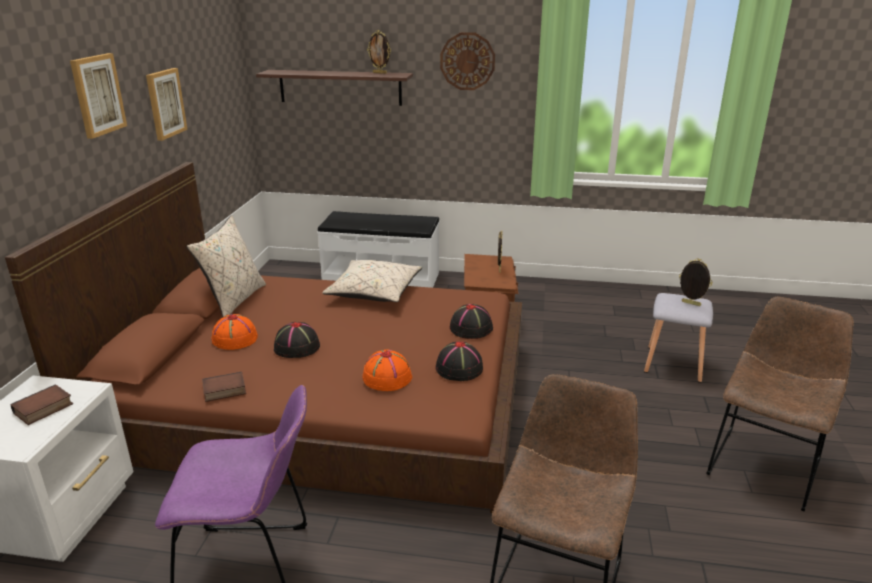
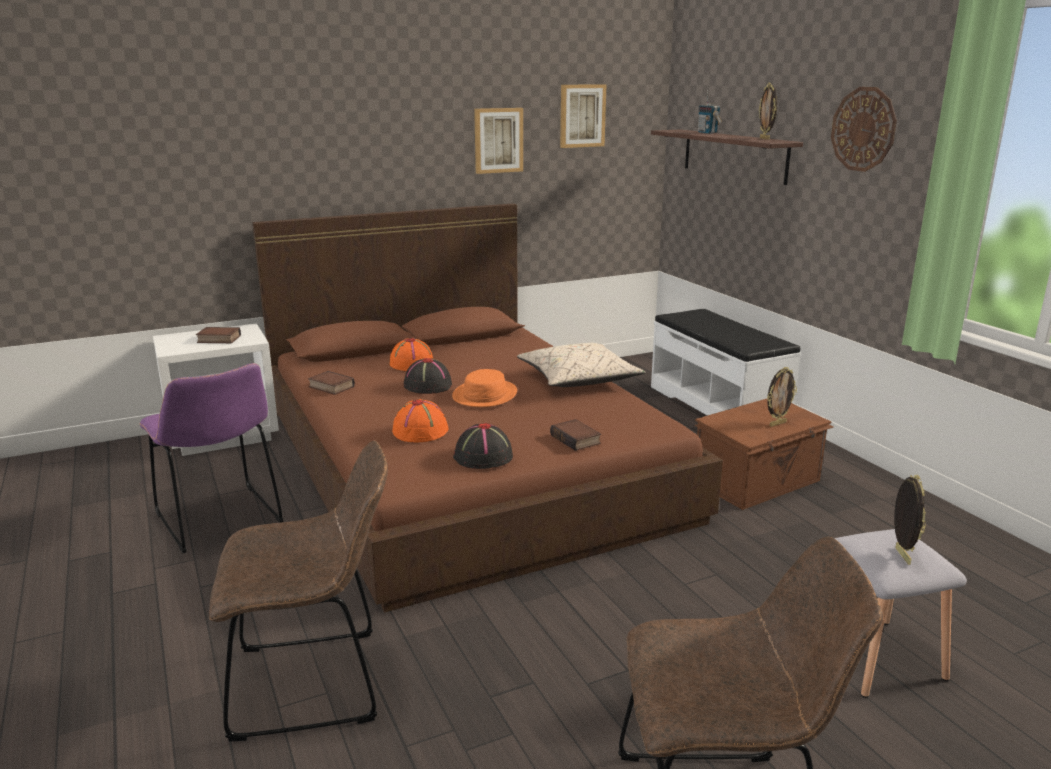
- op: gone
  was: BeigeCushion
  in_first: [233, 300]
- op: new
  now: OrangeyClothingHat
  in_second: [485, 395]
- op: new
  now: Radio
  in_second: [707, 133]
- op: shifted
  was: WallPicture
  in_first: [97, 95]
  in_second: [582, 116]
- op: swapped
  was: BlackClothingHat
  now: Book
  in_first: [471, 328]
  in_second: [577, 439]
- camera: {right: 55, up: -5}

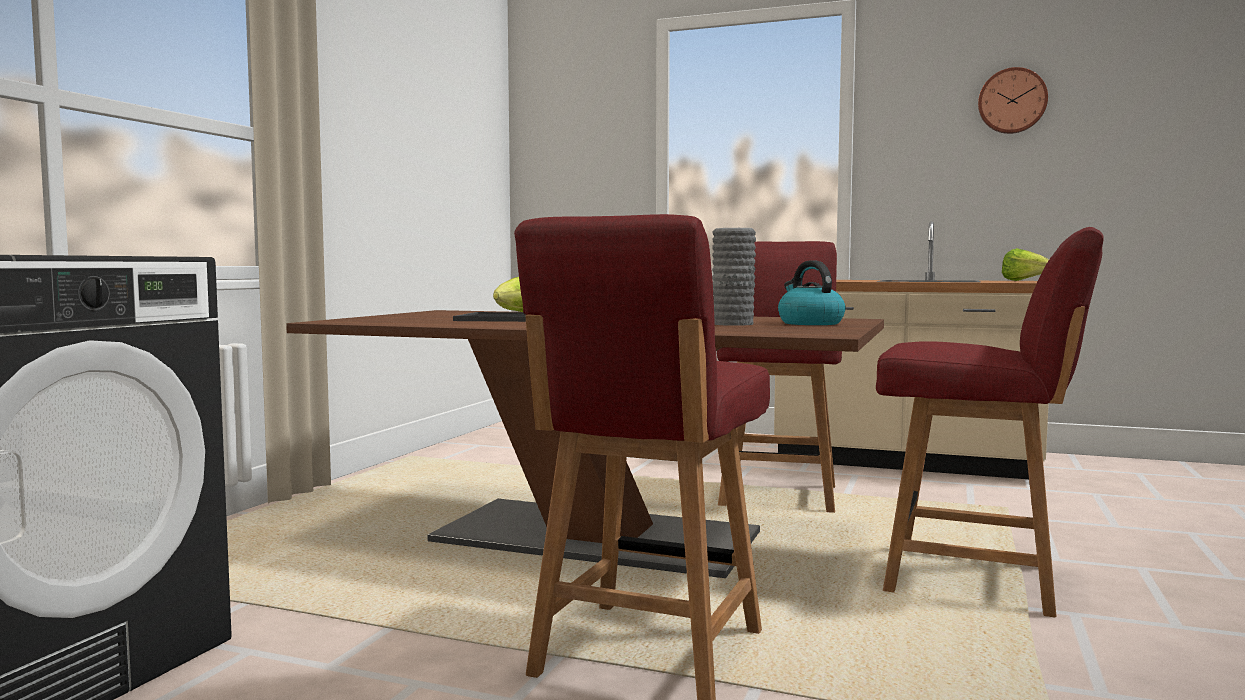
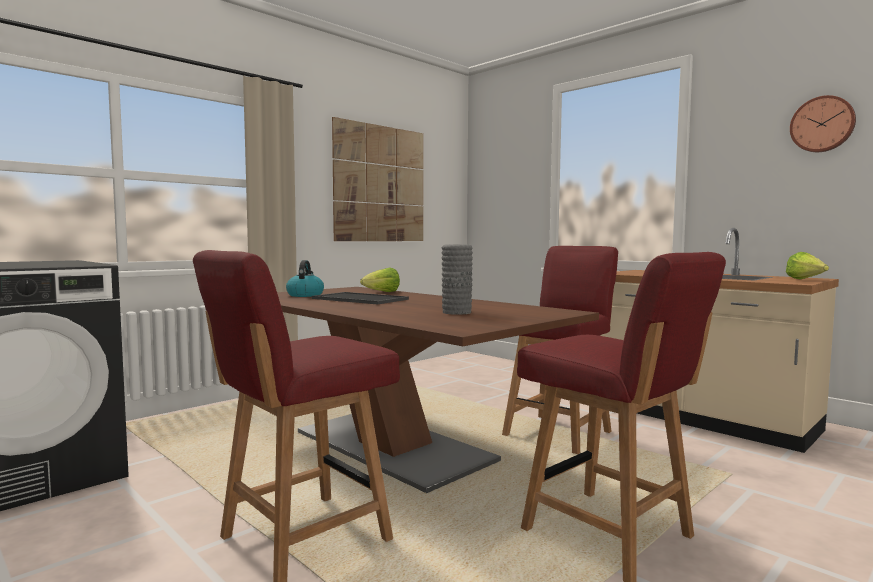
- op: new
  now: WallPicture
  in_second: [380, 184]
- op: shifted
  was: WaterKettle
  in_first: [809, 323]
  in_second: [305, 295]
- camera: {right: 25, up: 0}

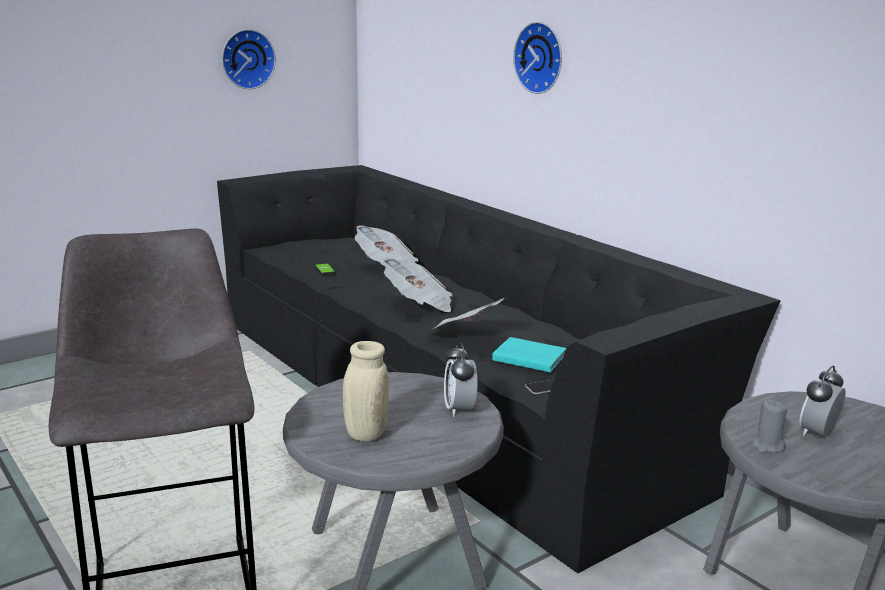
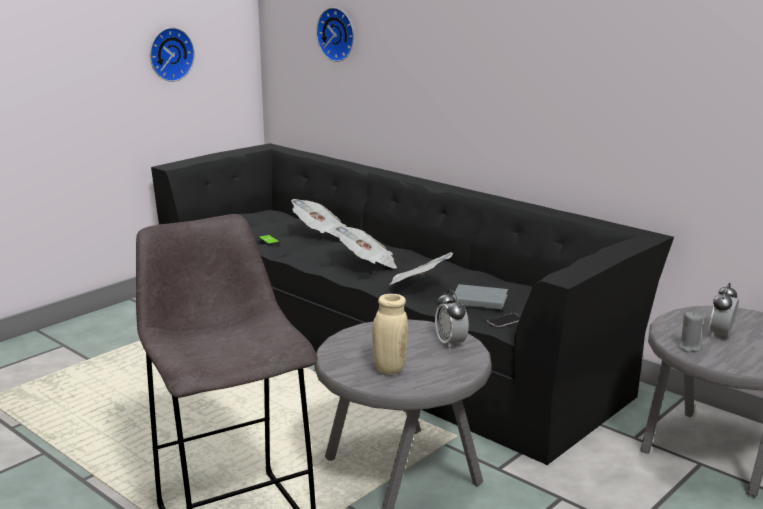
- op: shifted
  was: HangingClock
  in_first: [541, 57]
  in_second: [338, 34]
- op: repainted
  was: TurquoiseColouredBook
  now: GrayBook
  in_first: [528, 357]
  in_second: [478, 299]
- camera: {right: -10, up: 0}

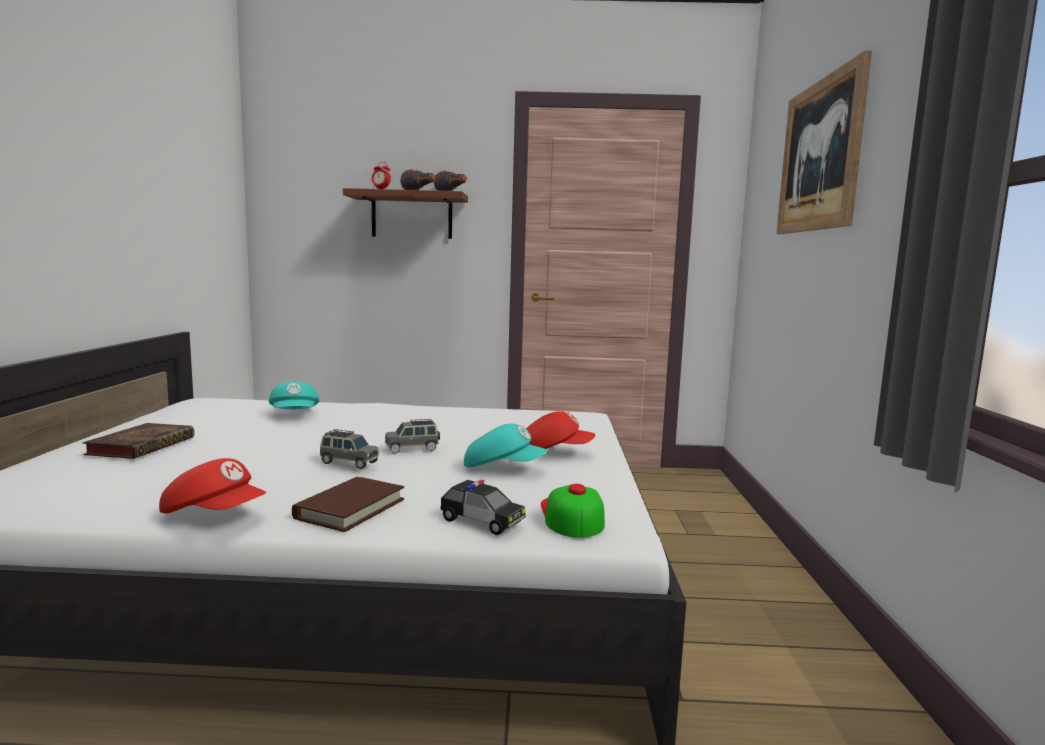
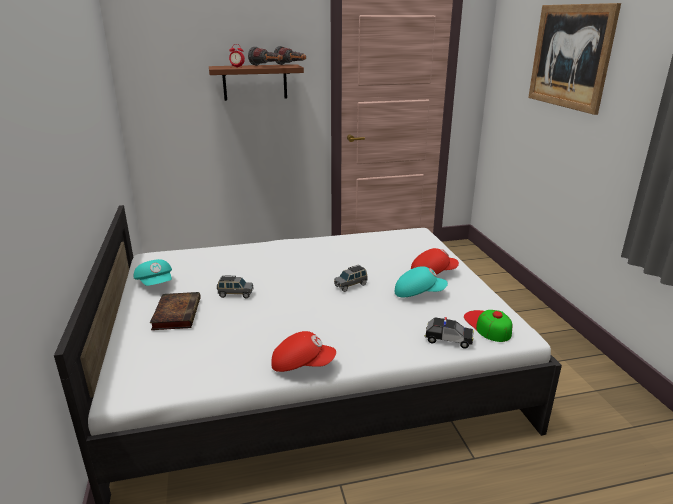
- op: gone
  was: BrownBook
  in_first: [350, 509]
- op: shifted
  was: TurquoiseColouredPeakedCap
  in_first: [295, 415]
  in_second: [156, 283]
- op: shifted
  was: GrayMiniatureCar
  in_first: [348, 463]
  in_second: [235, 294]
- camera: {right: -15, up: 15}

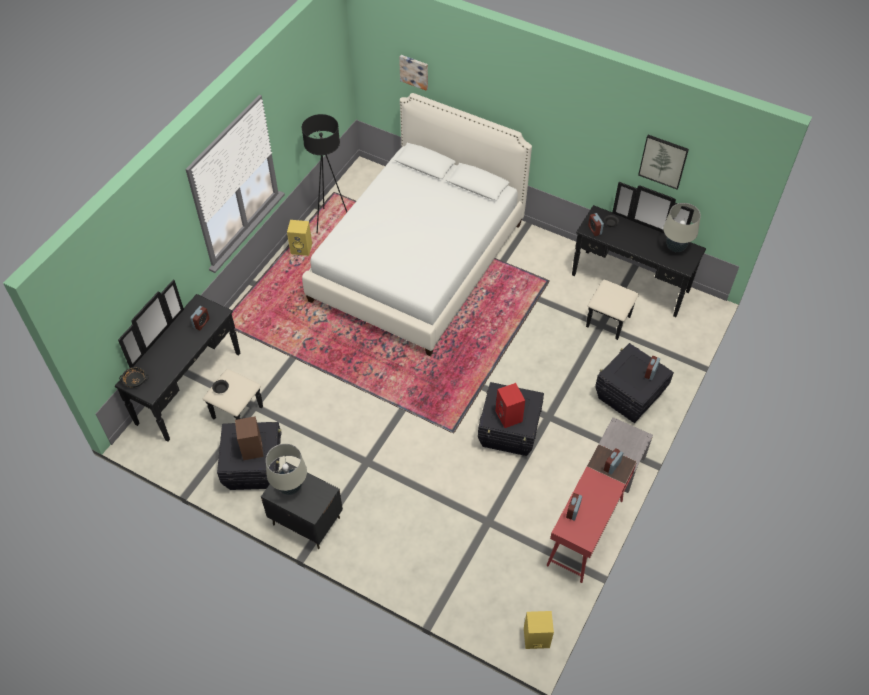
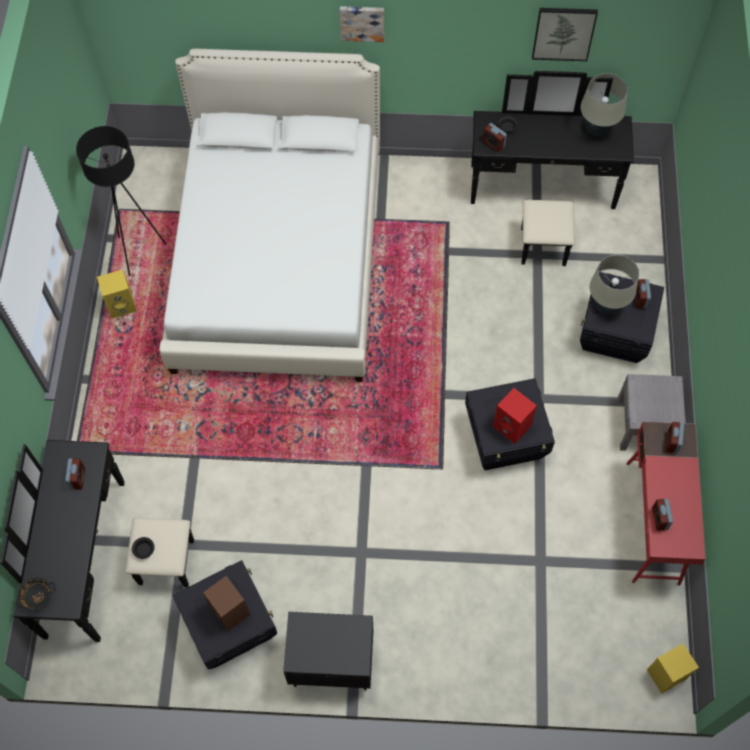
- op: shifted
  was: BeigeTableLamp
  in_first: [290, 487]
  in_second: [607, 305]
- op: shifted
  was: WallPicture
  in_first: [414, 71]
  in_second: [362, 22]
- camera: {right: -25, up: 10}

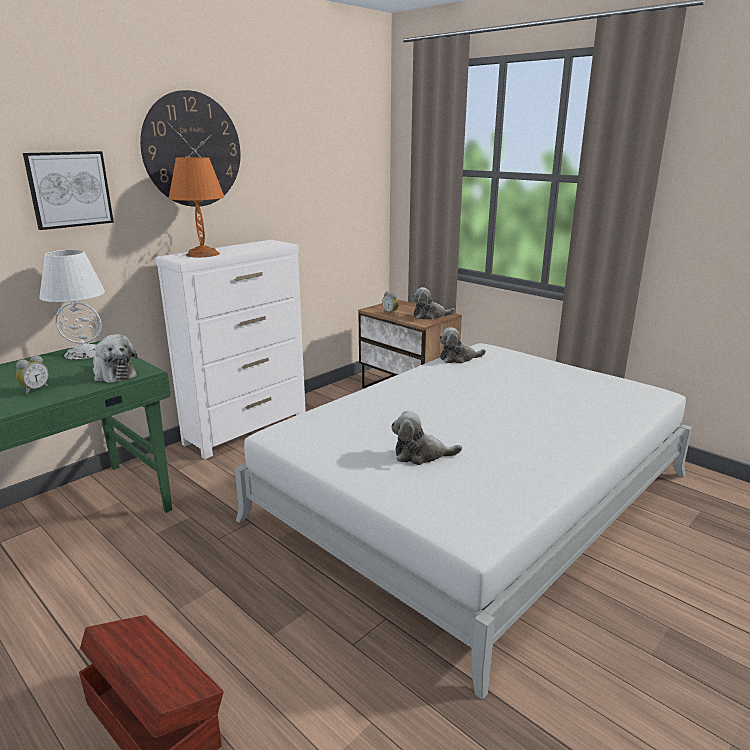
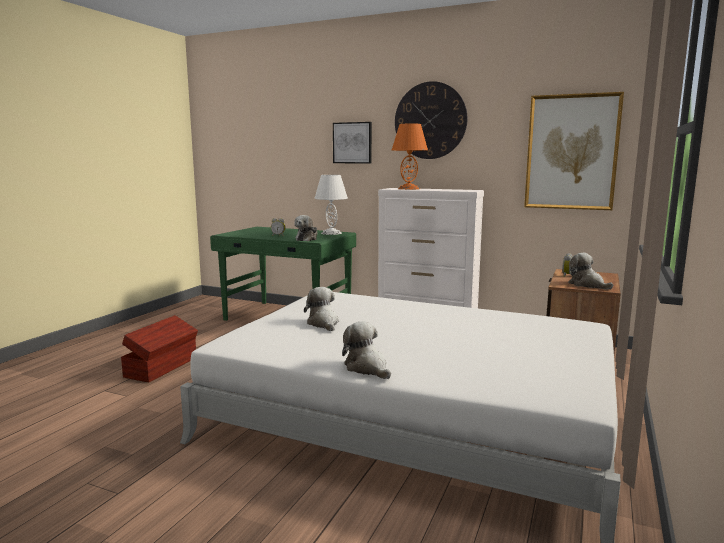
- op: new
  now: WallPicture
  in_second: [571, 152]
- op: shifted
  was: PlushToy
  in_first: [458, 358]
  in_second: [367, 368]
- camera: {right: 70, up: -10}

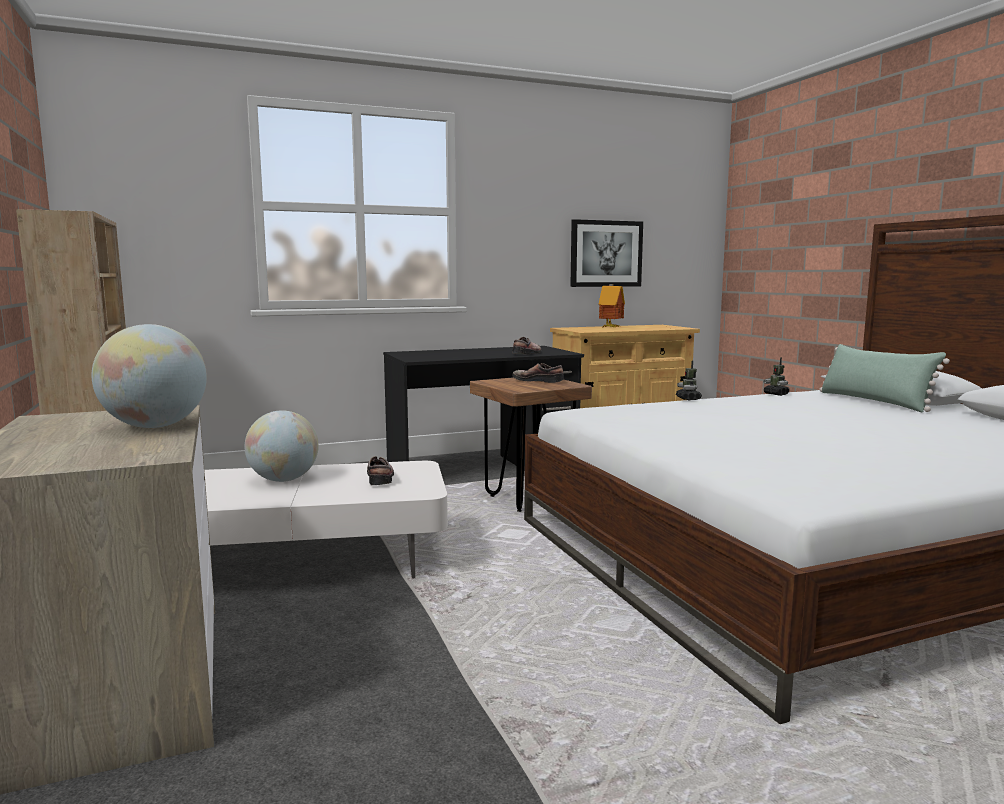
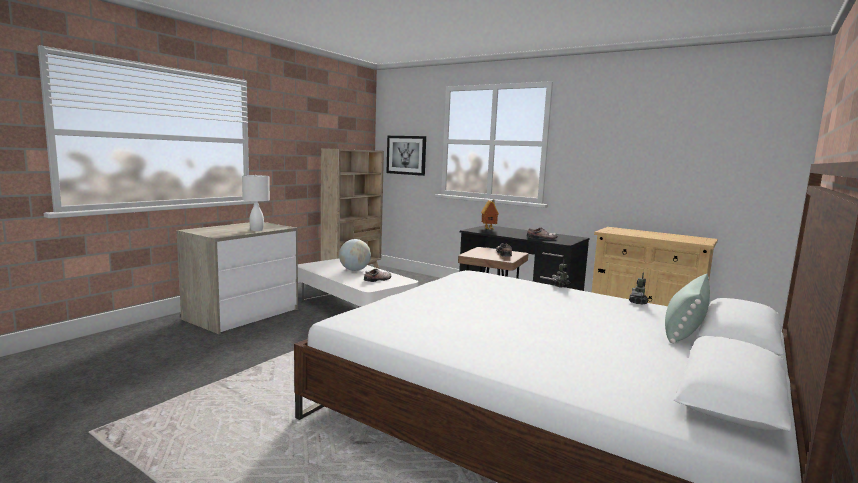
- op: shifted
  was: WallPicture
  in_first: [606, 253]
  in_second: [406, 155]
- op: shifted
  was: ModelHouse
  in_first: [611, 327]
  in_second: [489, 229]
- op: swapped
  was: Globe
  now: WhiteColouredTableLamp
  in_first: [155, 426]
  in_second: [256, 230]
- camera: {right: 55, up: 0}

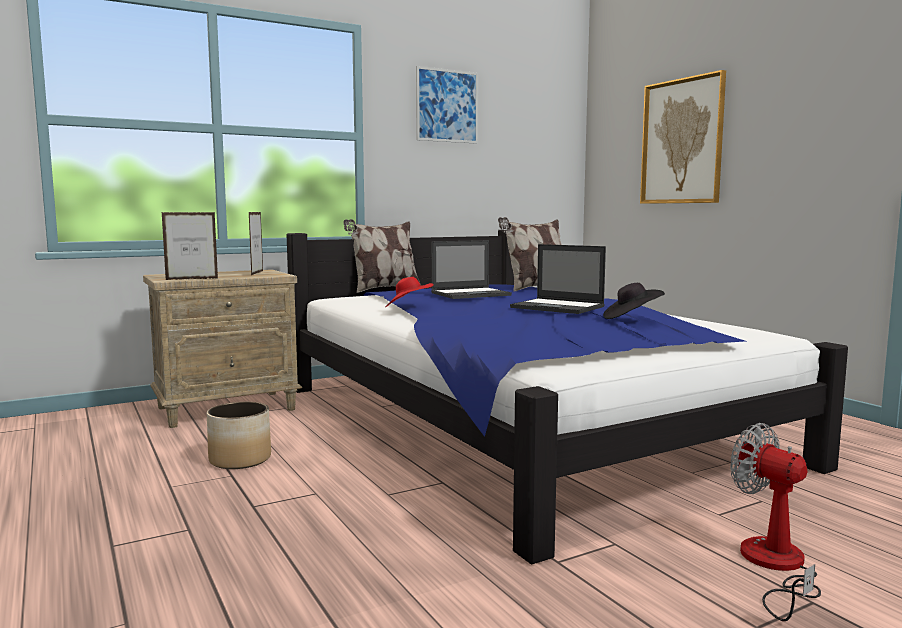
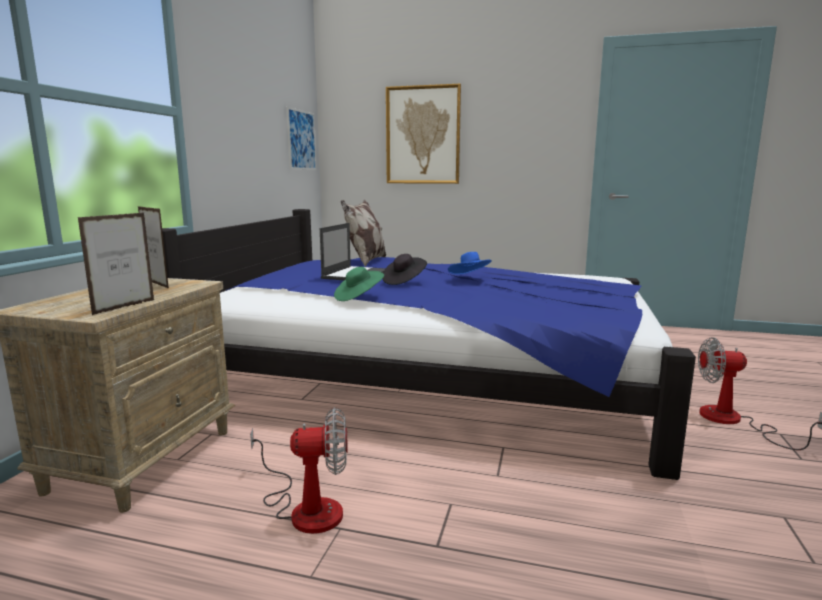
- op: gone
  was: Cushion
  in_first: [384, 289]
- op: shifted
  was: WallPicture
  in_first: [447, 106]
  in_second: [301, 140]
- op: shifted
  was: BlackClothingHat
  in_first: [631, 318]
  in_second: [404, 281]
- op: swapped
  was: FlowerPot
  now: Fan
  in_first: [240, 459]
  in_second: [306, 507]
- op: swapped
  was: PortableComputer
  now: BlueClothingHat
  in_first: [558, 307]
  in_second: [470, 277]
- op: repainted
  was: ReddishClothingHat
  now: GreenClothingHat
  in_first: [408, 307]
  in_second: [359, 297]
- camera: {right: -45, up: 5}

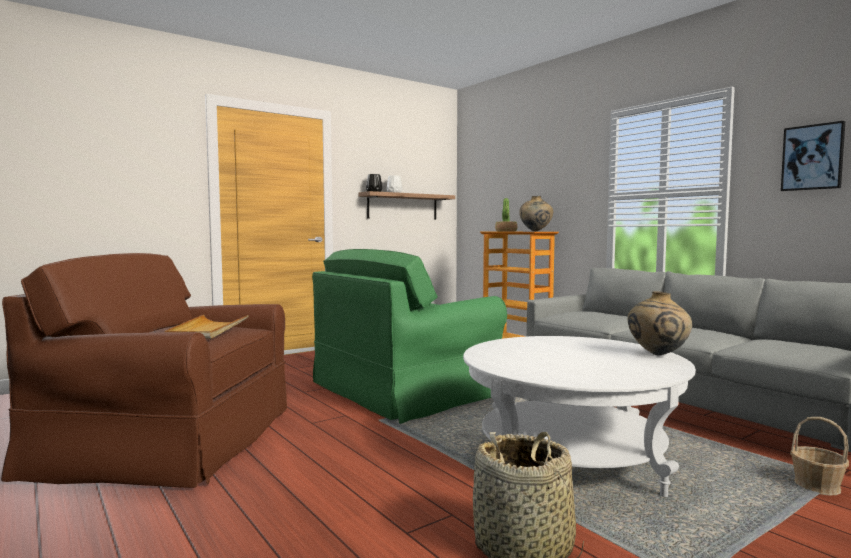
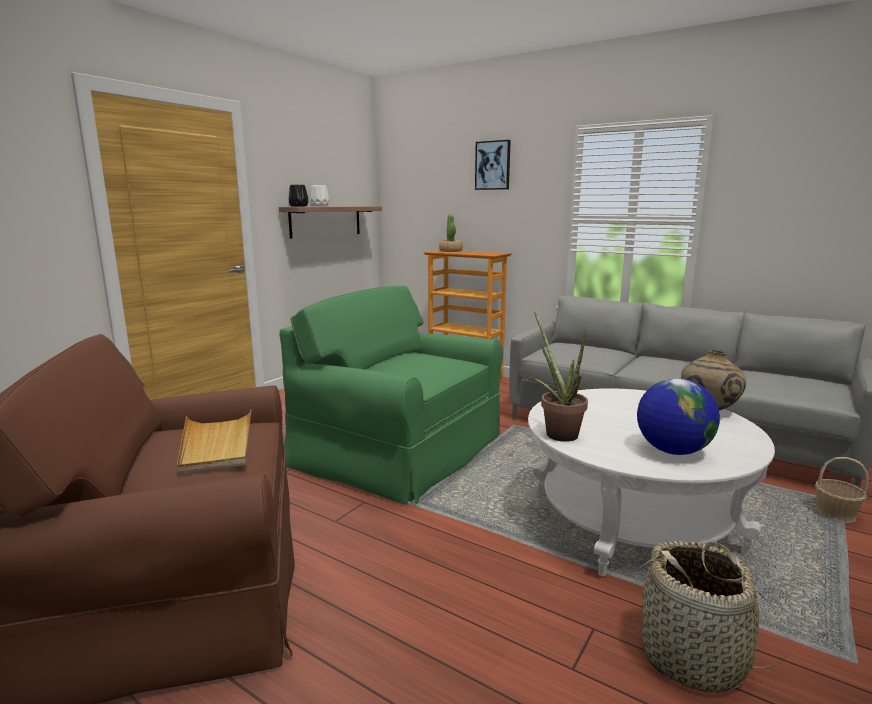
- op: gone
  was: BeigeDecorativeVase
  in_first: [536, 231]
- op: new
  now: PottedPlant
  in_second: [557, 432]
- op: new
  now: Globe
  in_second: [672, 451]
- op: shifted
  was: WallPicture
  in_first: [812, 157]
  in_second: [493, 165]
- op: rotated
  was: GreenLoungeChair
  in_first: [405, 389]
  in_second: [398, 450]
  clockwise: 90
- camera: {right: -20, up: 10}

